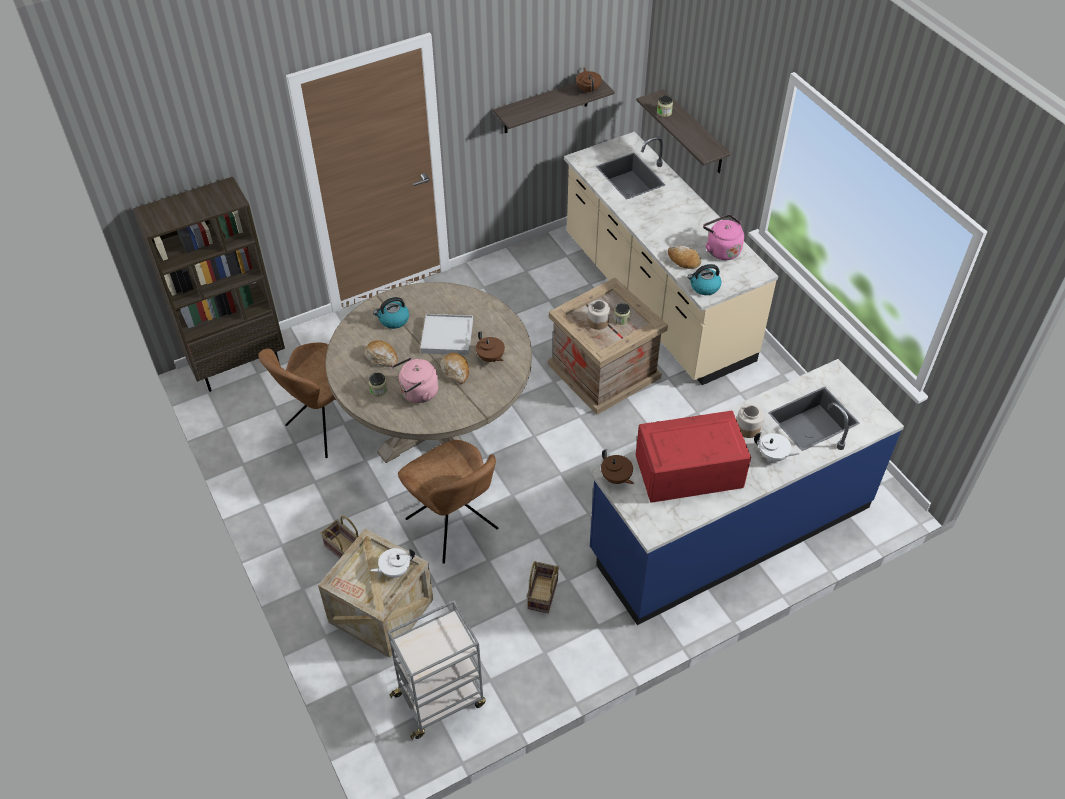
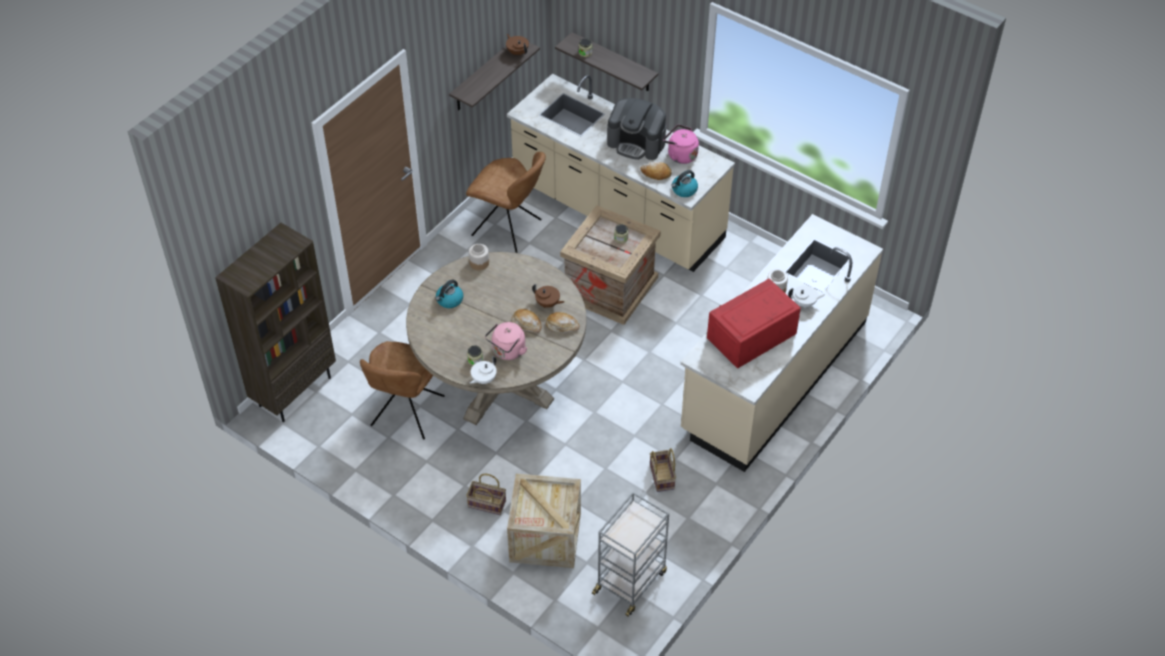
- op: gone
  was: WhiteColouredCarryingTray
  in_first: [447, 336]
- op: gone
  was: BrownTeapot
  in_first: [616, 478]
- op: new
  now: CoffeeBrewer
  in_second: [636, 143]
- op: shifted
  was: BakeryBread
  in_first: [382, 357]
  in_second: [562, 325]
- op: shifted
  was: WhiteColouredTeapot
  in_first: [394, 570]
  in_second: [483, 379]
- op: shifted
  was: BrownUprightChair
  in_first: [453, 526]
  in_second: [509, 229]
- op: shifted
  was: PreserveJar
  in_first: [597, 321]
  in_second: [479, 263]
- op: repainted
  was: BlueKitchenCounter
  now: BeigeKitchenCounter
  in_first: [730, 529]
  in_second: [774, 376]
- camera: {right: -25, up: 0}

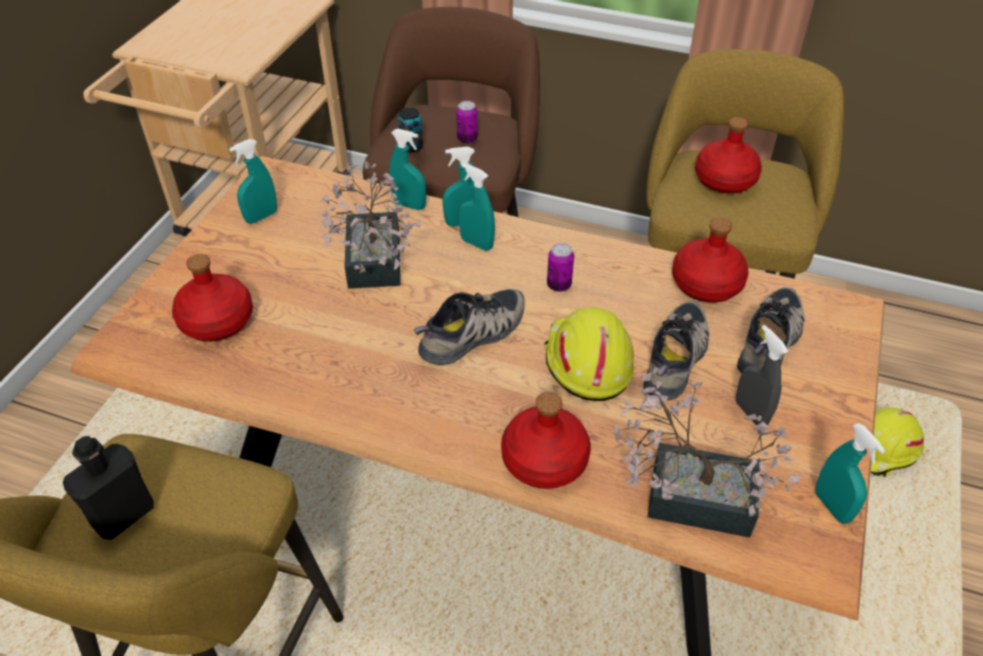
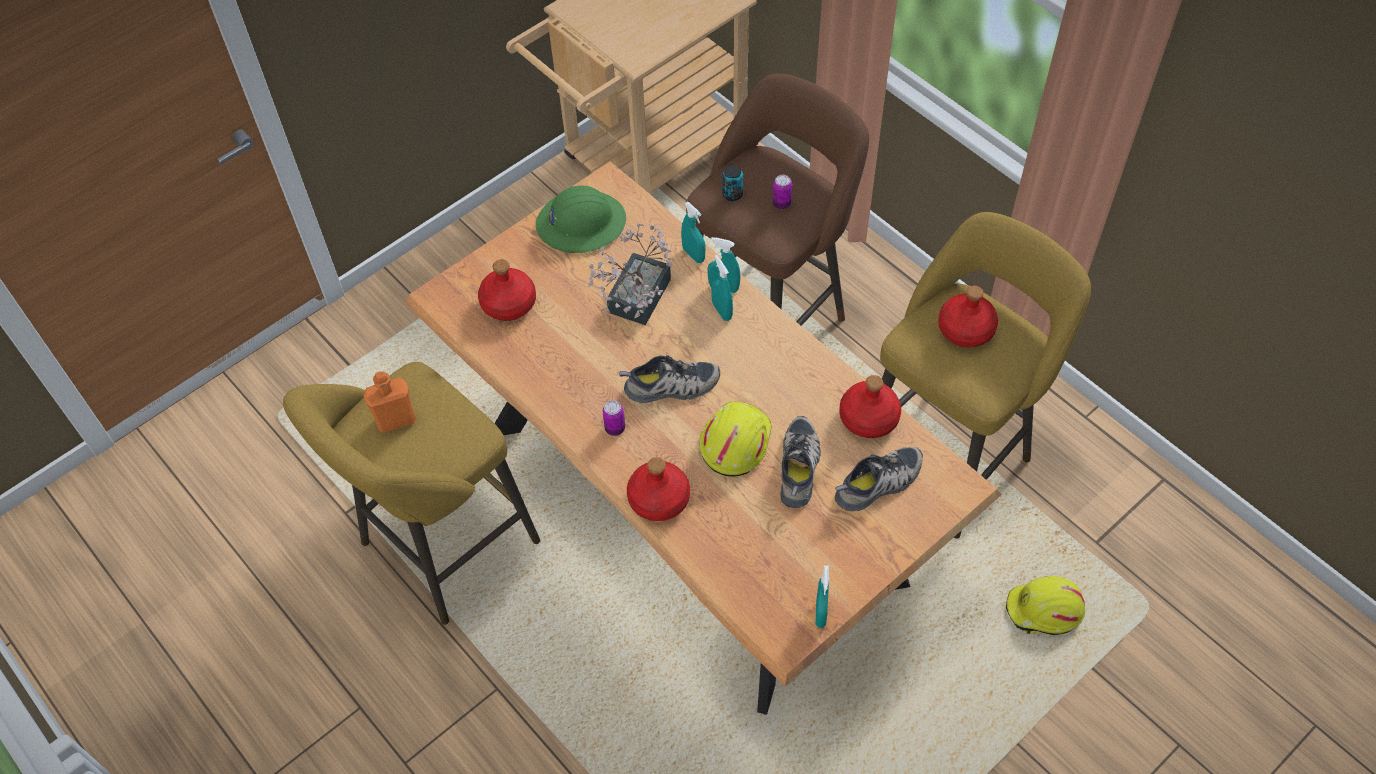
- op: gone
  was: PottedPlant
  in_first: [686, 495]
- op: gone
  was: GraySprayer
  in_first: [751, 413]
- op: shifted
  was: SealedCan
  in_first: [559, 285]
  in_second: [615, 428]
- op: swapped
  was: TurquoiseColouredSprayer
  now: GreenWorkHelmet
  in_first: [261, 217]
  in_second: [581, 223]
- op: repainted
  was: BlackBottle
  now: OrangeyBottle
  in_first: [123, 515]
  in_second: [396, 420]
- op: rotated
  was: LowShoe
  in_first: [678, 358]
  in_second: [800, 467]
  clockwise: -45
- camera: {right: 30, up: 10}

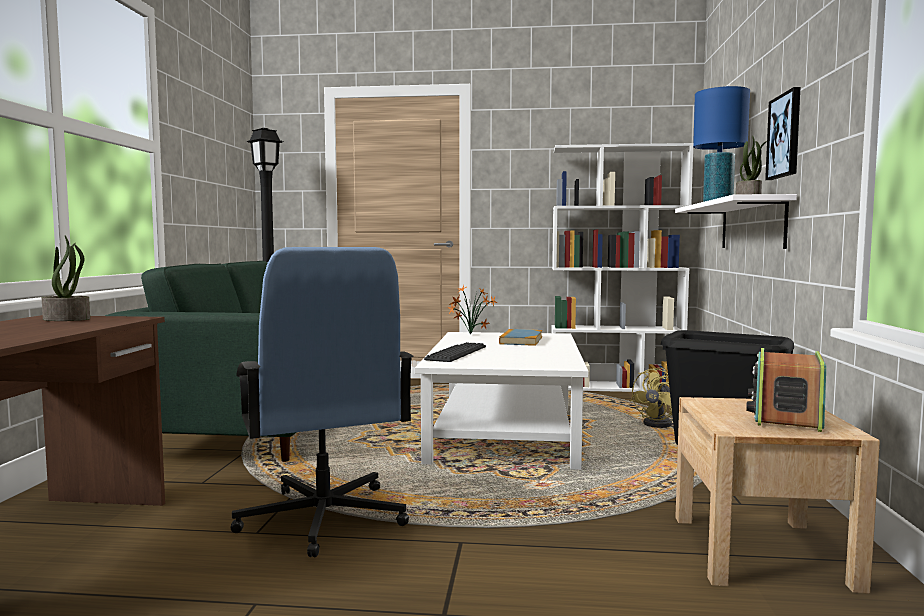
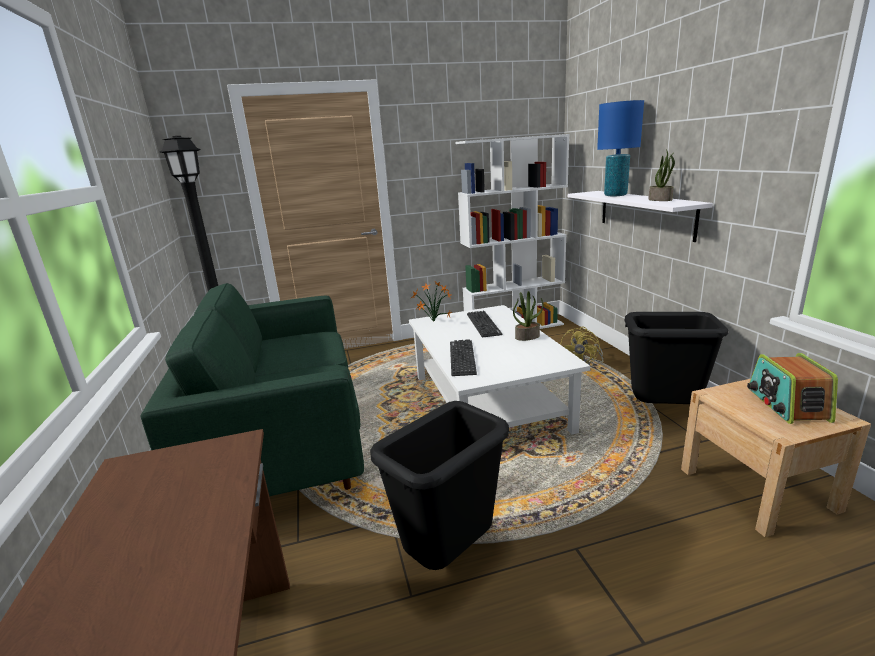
- op: gone
  was: WallPicture
  in_first: [785, 136]
- op: shifted
  was: PottedPlant
  in_first: [67, 319]
  in_second: [527, 337]
- op: swapped
  was: BlueOfficeChair
  now: BlackRubbishBin
  in_first: [323, 519]
  in_second: [449, 557]
- op: swapped
  was: Book
  now: PcKeyboard
  in_first: [521, 340]
  in_second: [483, 324]
- camera: {right: -20, up: 15}

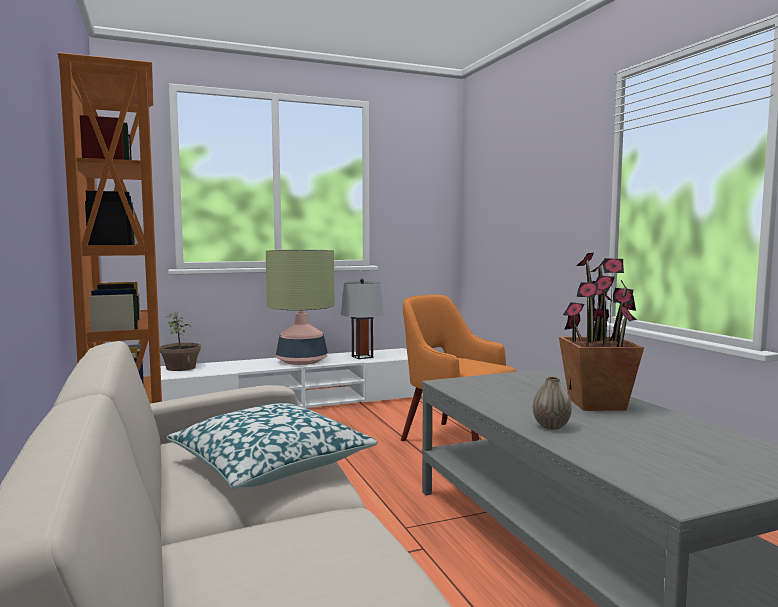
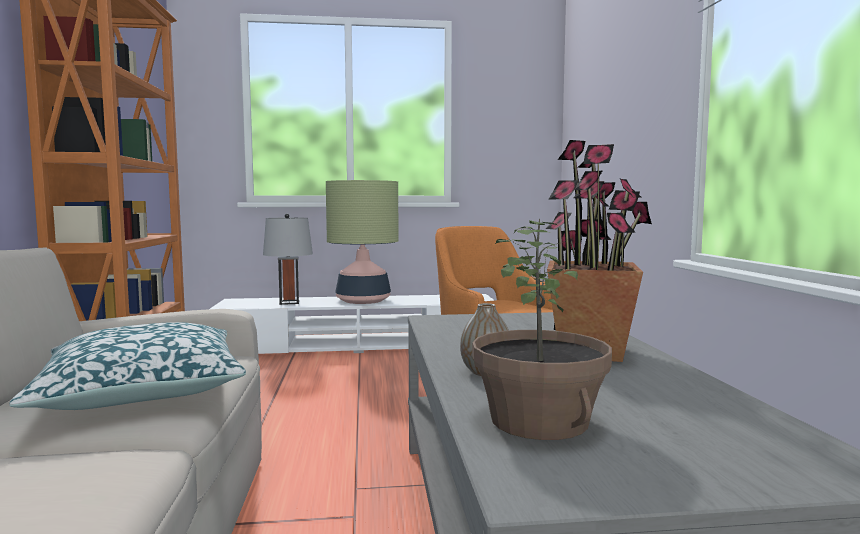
- op: shifted
  was: PottedPlant
  in_first: [181, 367]
  in_second: [540, 420]
- op: shifted
  was: GrayTableLamp
  in_first: [362, 357]
  in_second: [289, 302]
- camera: {right: 15, up: 0}

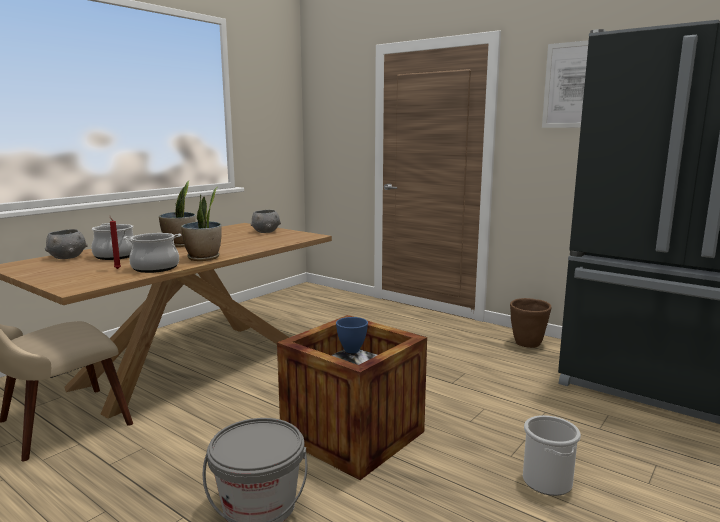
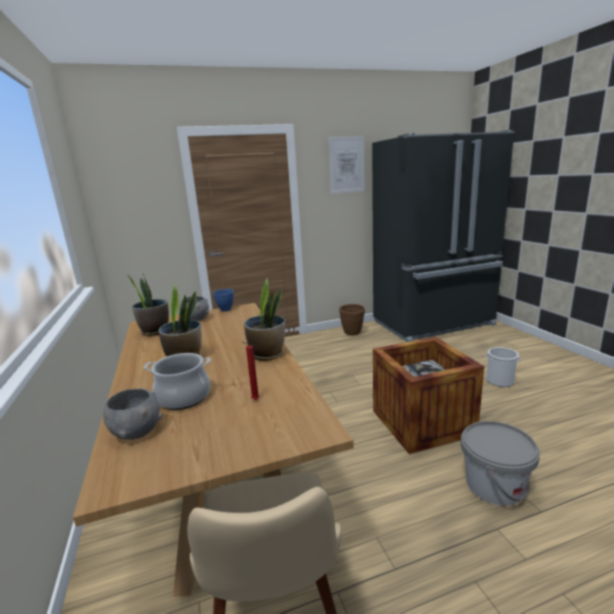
- op: gone
  was: CookingPot
  in_first: [155, 268]
- op: new
  now: PottedPlant
  in_second: [155, 331]
- op: shifted
  was: BlueBowl
  in_first: [351, 350]
  in_second: [225, 310]
- camera: {right: -55, up: 5}

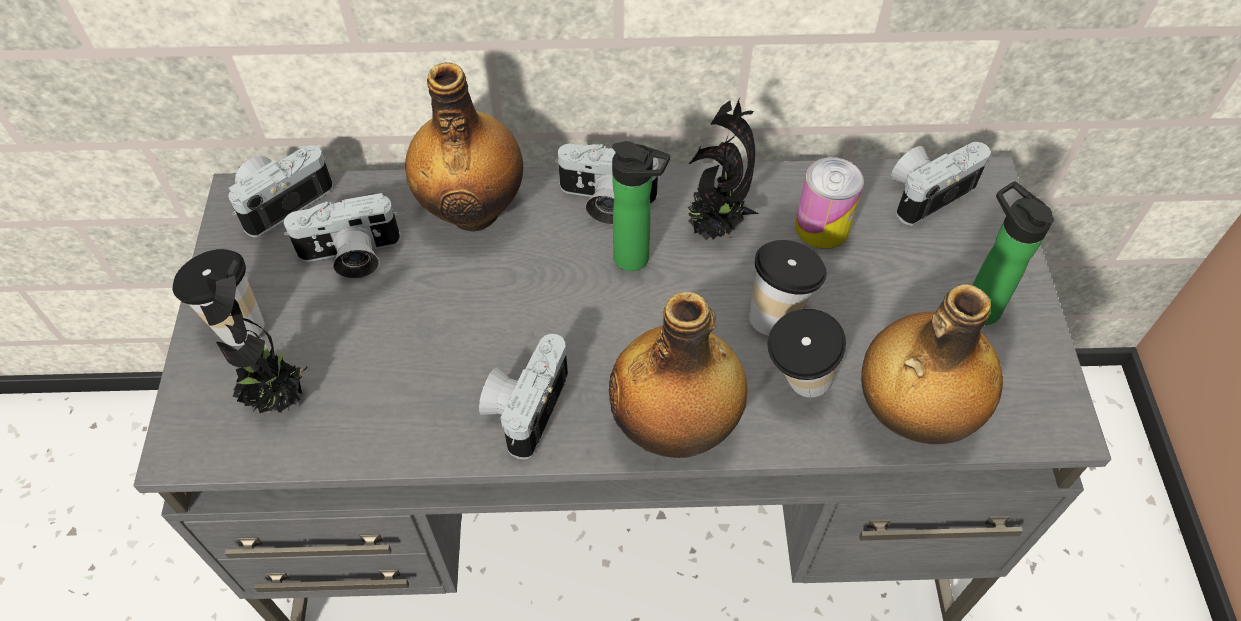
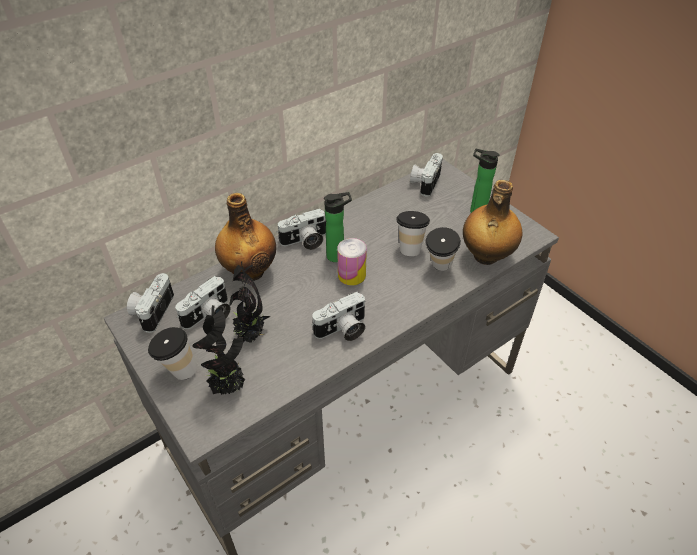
- op: gone
  was: Bottle
  in_first: [675, 427]
- op: shifted
  was: PottedPlant
  in_first: [714, 229]
  in_second: [251, 335]
- op: shifted
  was: SealedCan
  in_first: [822, 227]
  in_second: [351, 275]
- op: rotated
  was: PhotoCamera
  in_first: [524, 405]
  in_second: [342, 330]
  clockwise: -105
- camera: {right: -35, up: -10}

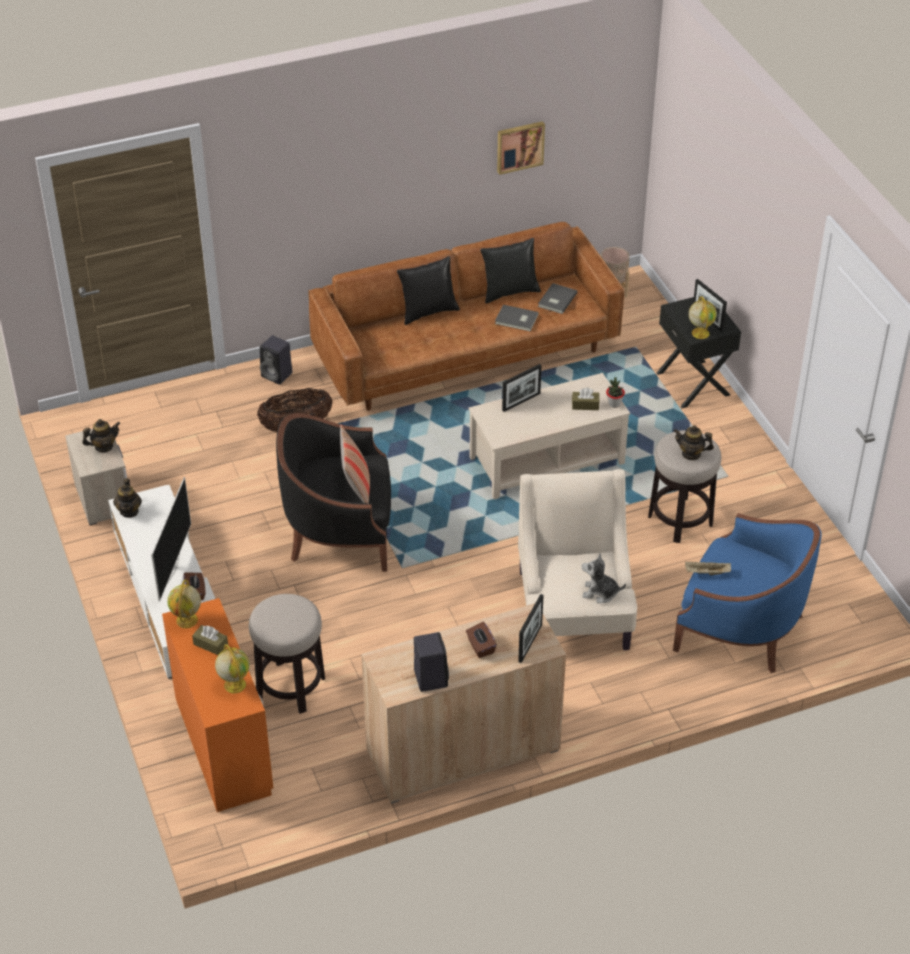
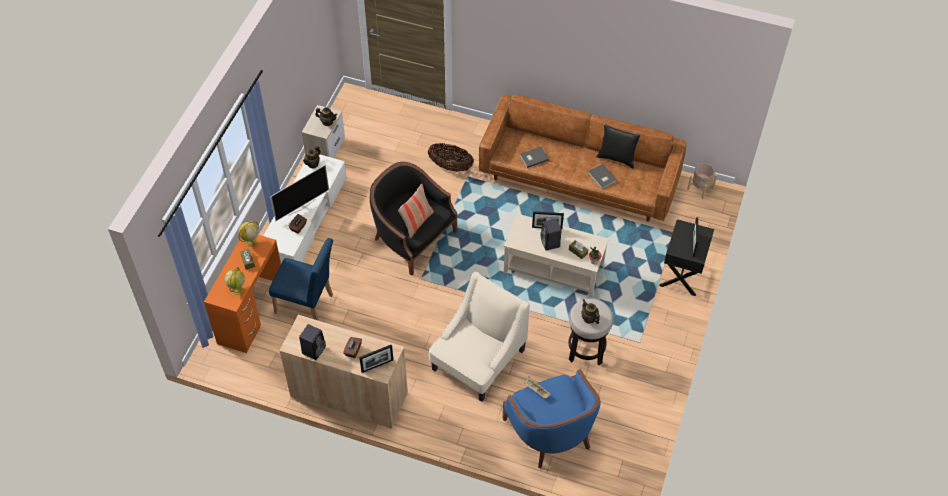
- op: gone
  was: BlackCushion
  in_first: [428, 311]
- op: gone
  was: WallPicture
  in_first: [519, 146]
- op: gone
  was: PlushToy
  in_first: [600, 593]
- op: gone
  was: Globe
  in_first: [700, 333]
- op: shifted
  was: BlackAudioSpeaker
  in_first: [277, 375]
  in_second: [550, 243]
- op: shifted
  was: GrayBook
  in_first: [556, 300]
  in_second: [533, 157]
- op: swapped
  was: StoolSeat
  now: BlueUprightChair
  in_first: [291, 687]
  in_second: [308, 305]
- camera: {right: 40, up: 10}

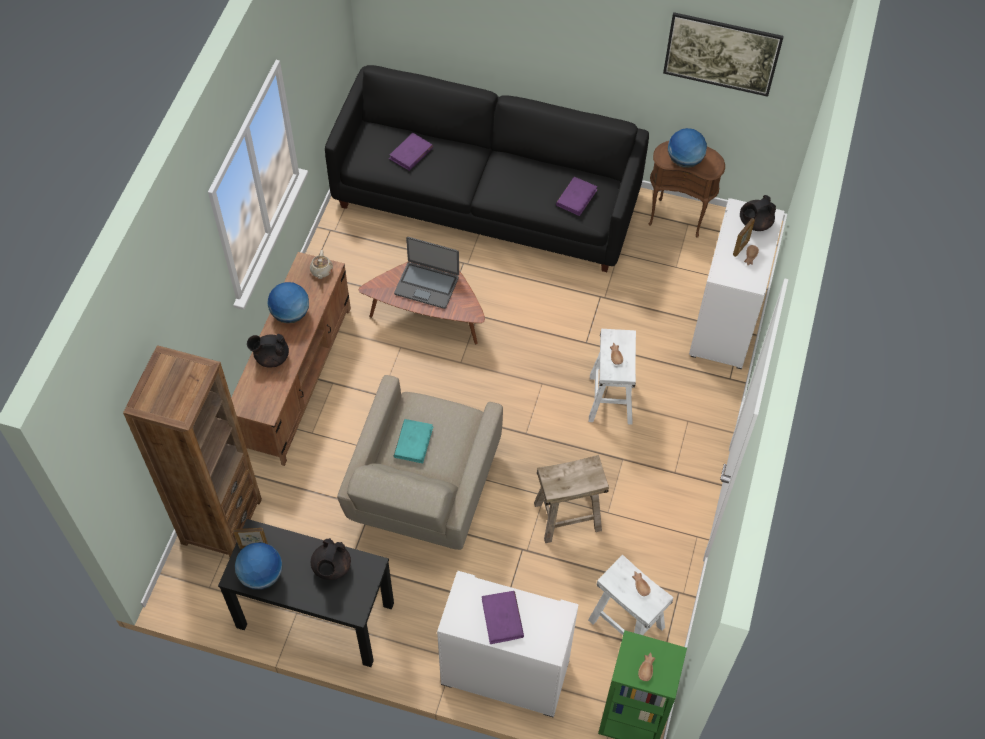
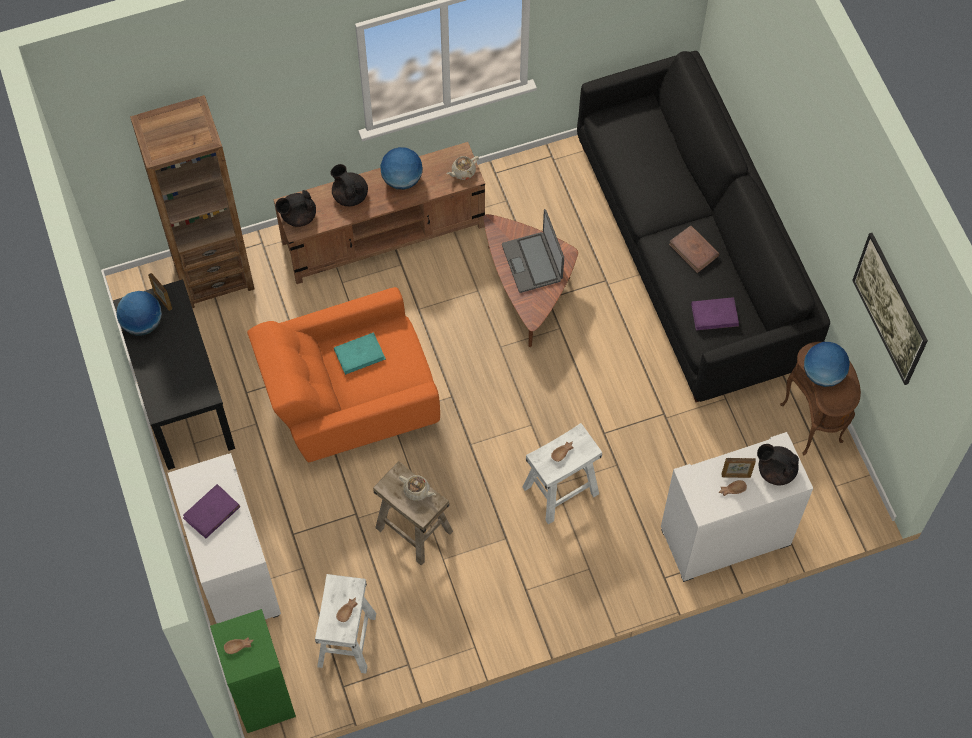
- op: gone
  was: PurplishBook
  in_first: [411, 153]
- op: new
  now: BeigeTeapot
  in_second: [417, 491]
- op: new
  now: BrownBook
  in_second: [694, 250]
- op: shifted
  was: BlackTeapot
  in_first: [331, 567]
  in_second: [298, 216]
- op: repainted
  was: BeigeLoungeChair
  now: OrangeyLoungeChair
  in_first: [423, 493]
  in_second: [350, 403]
- camera: {right: 55, up: 5}

